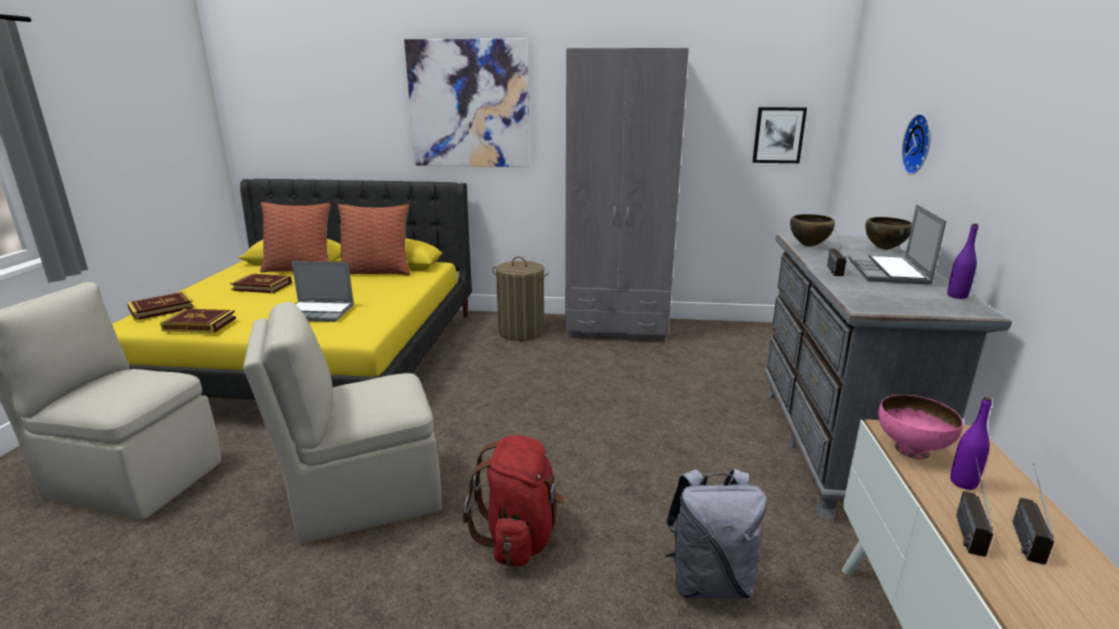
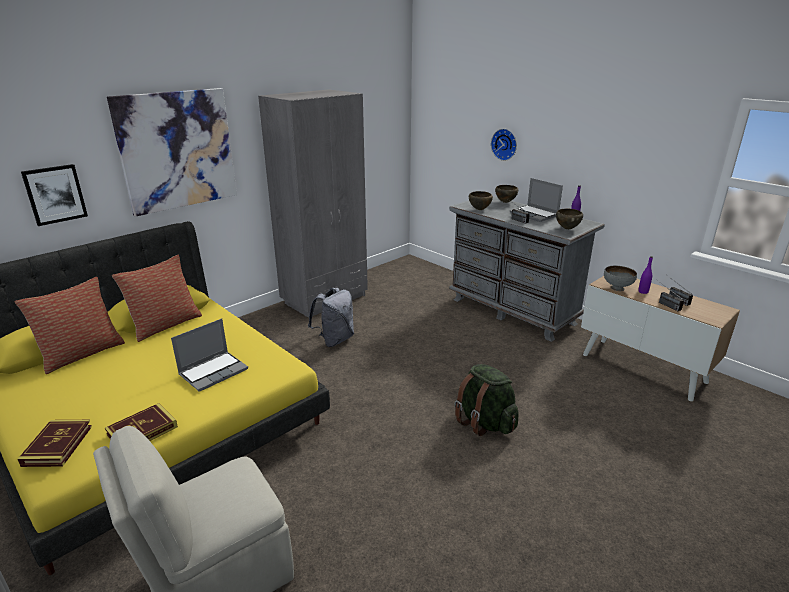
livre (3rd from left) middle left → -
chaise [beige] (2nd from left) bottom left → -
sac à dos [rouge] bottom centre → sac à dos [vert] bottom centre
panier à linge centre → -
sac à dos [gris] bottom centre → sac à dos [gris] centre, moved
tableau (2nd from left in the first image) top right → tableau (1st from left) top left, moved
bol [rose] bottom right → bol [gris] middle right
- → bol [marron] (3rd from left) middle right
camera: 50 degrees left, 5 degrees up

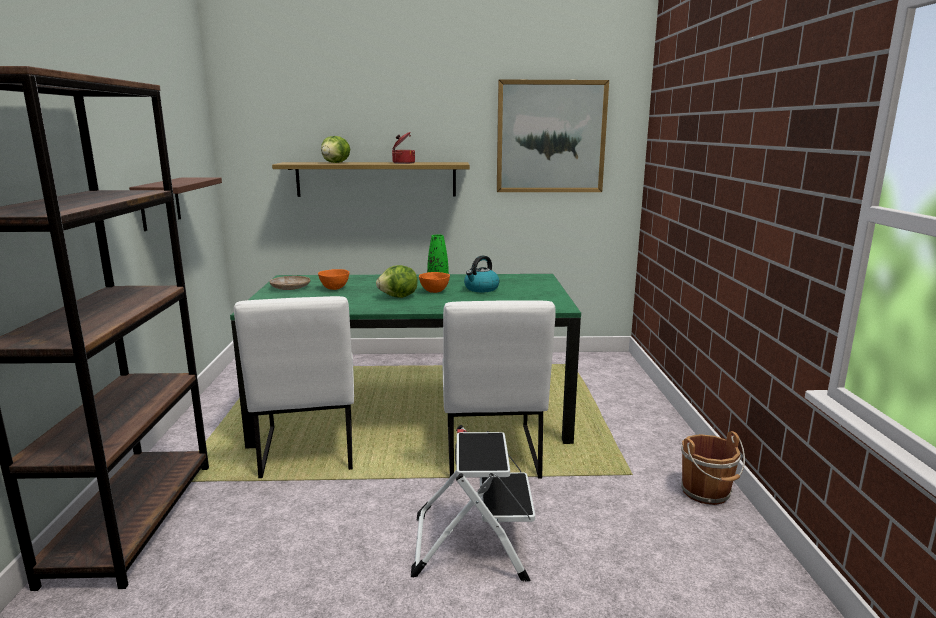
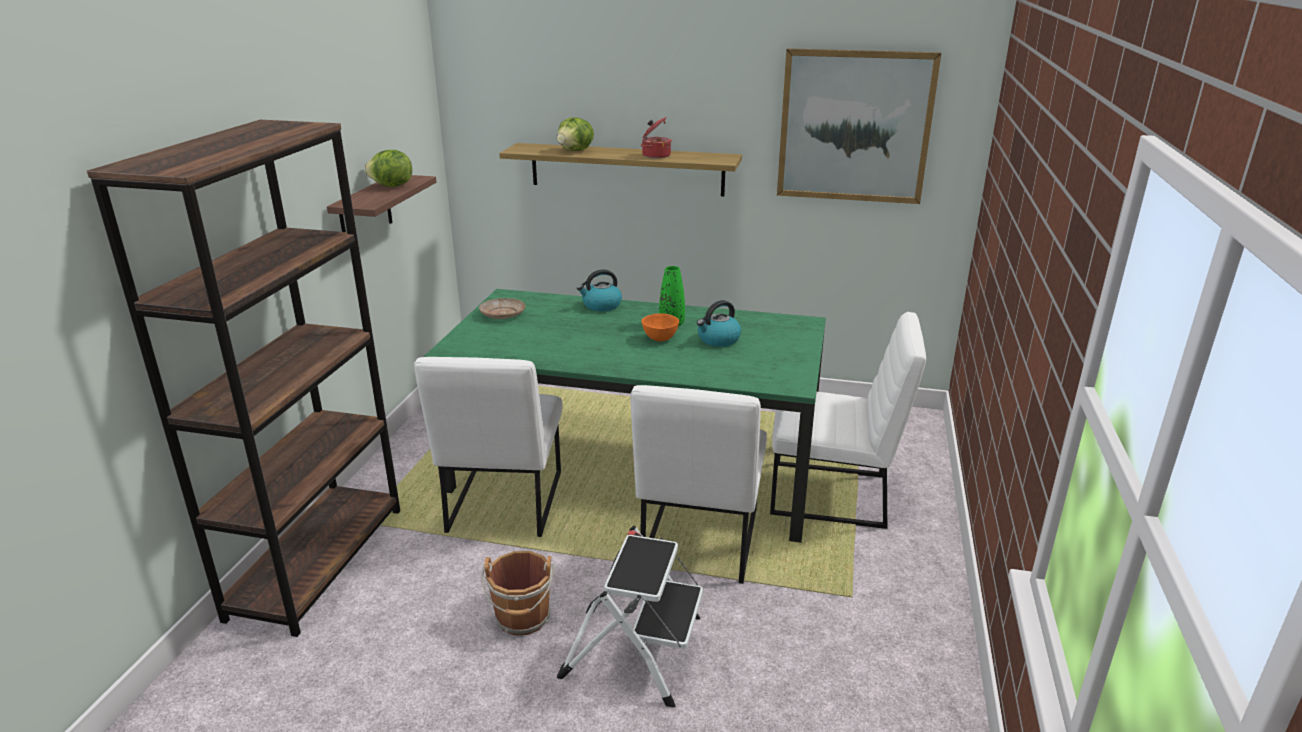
bol [orange] (1st from left) centre → -
laitue (2nd from left in the first image) centre → laitue (1st from left) top left, moved
seau [marron] bottom right → seau [marron] bottom centre, moved
- → bouilloire (1st from left) centre
- → chaise [blanc] (3rd from left) centre
camera: 15 degrees right, 10 degrees up

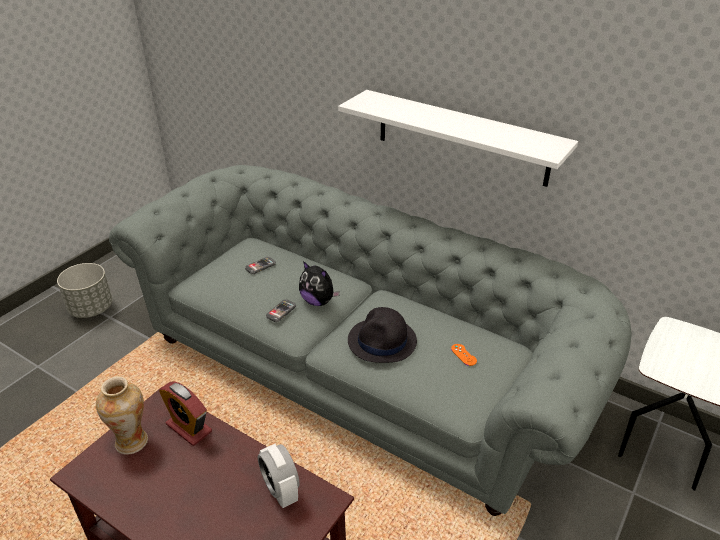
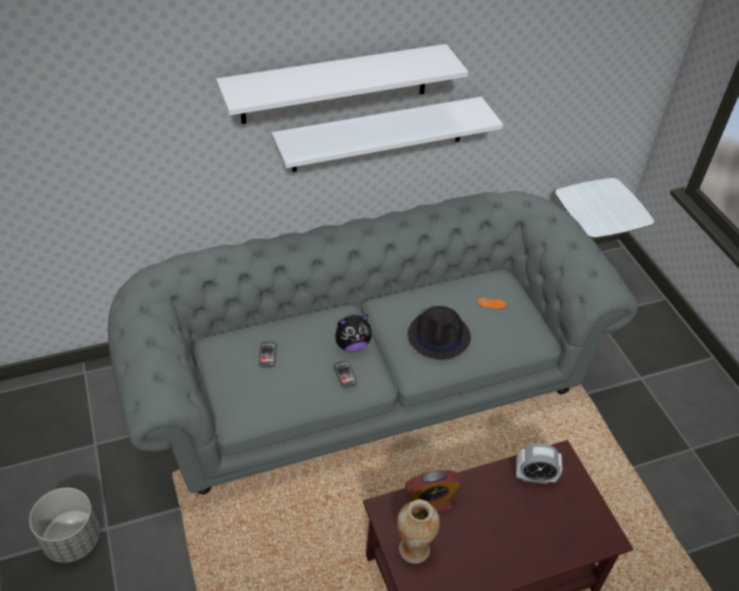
- → étagère [blanc] (1st from left) top centre
camera: 55 degrees left, 10 degrees up

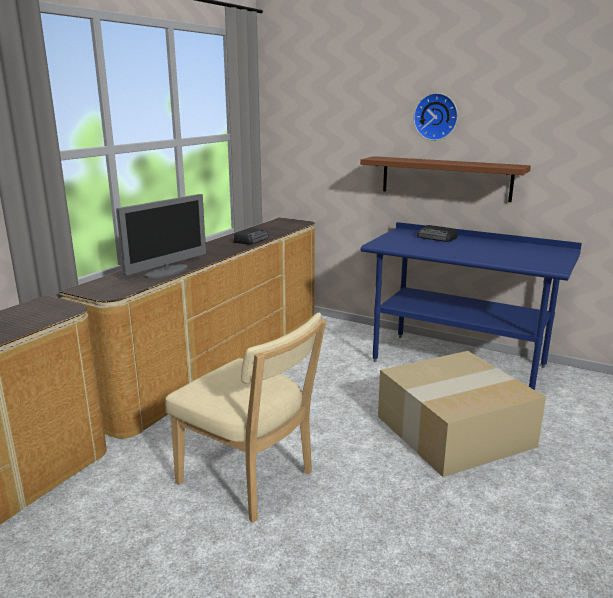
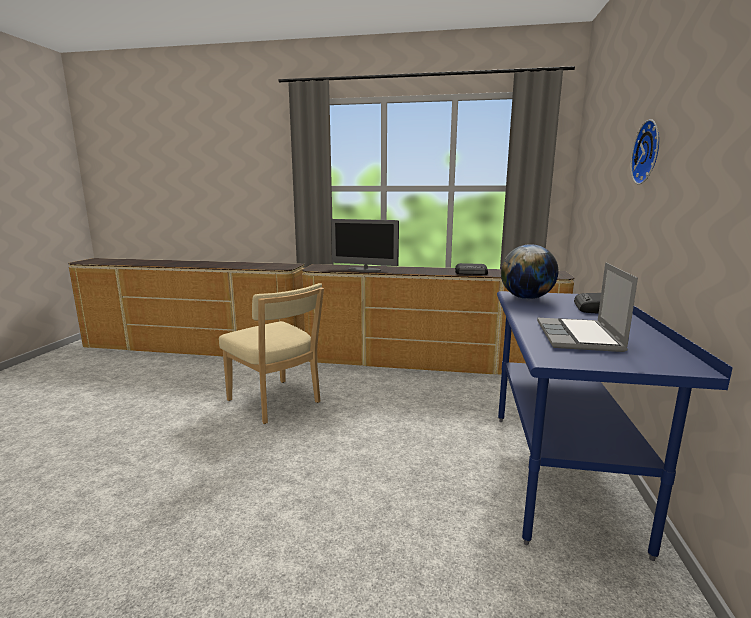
chaise [beige] bottom centre → chaise [beige] centre, 60 degrees counterclockwise
étagère [marron] top right → -
carton bottom right → -
- → globe middle right
- → ordinateur portable middle right
camera: 70 degrees right, 5 degrees down

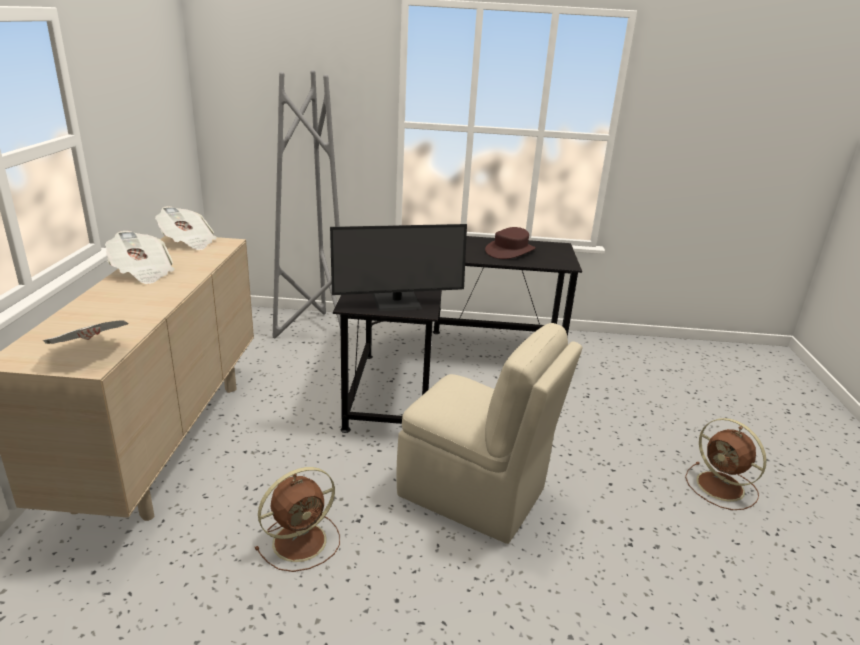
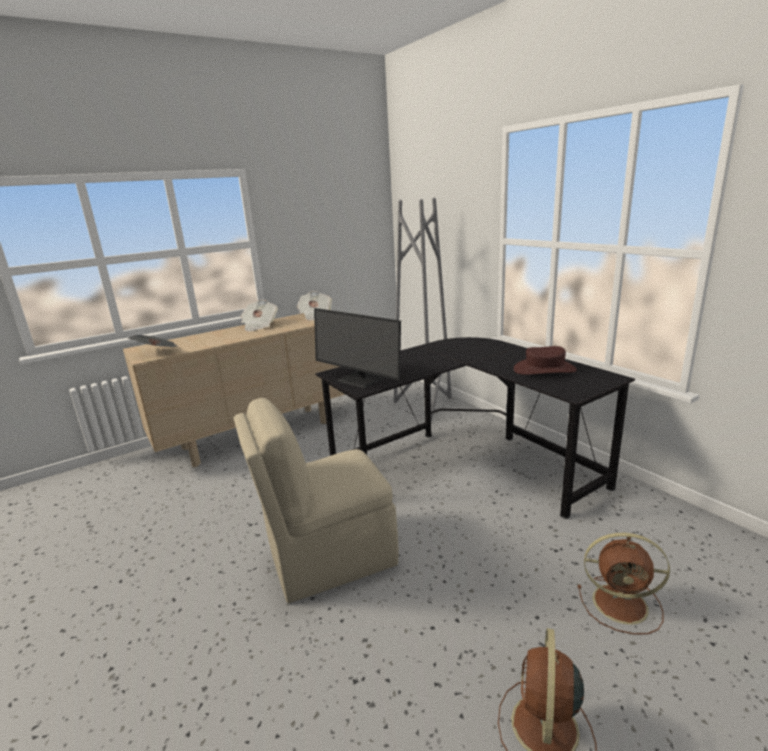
ventilateur [marron] (1st from left in the first image) bottom centre → ventilateur [marron] (2nd from left) bottom right, moved
chaise [beige] bottom centre → chaise [beige] centre, 75 degrees clockwise
camera: 55 degrees right, 5 degrees down

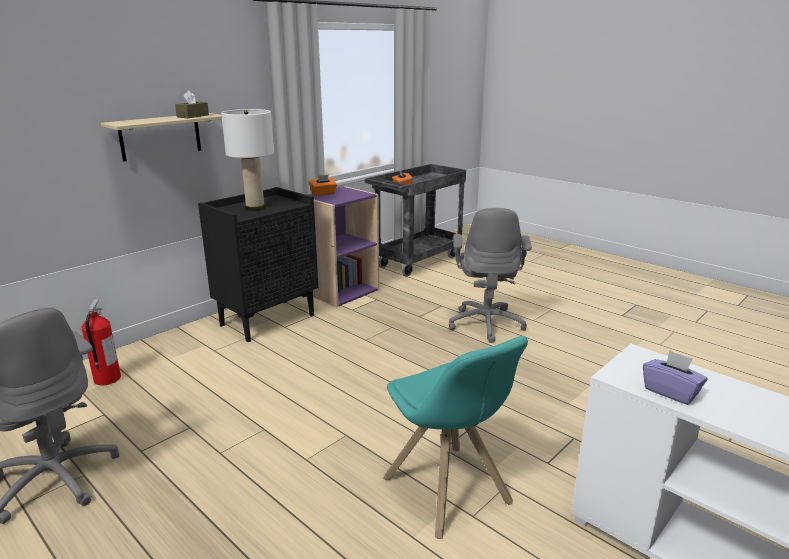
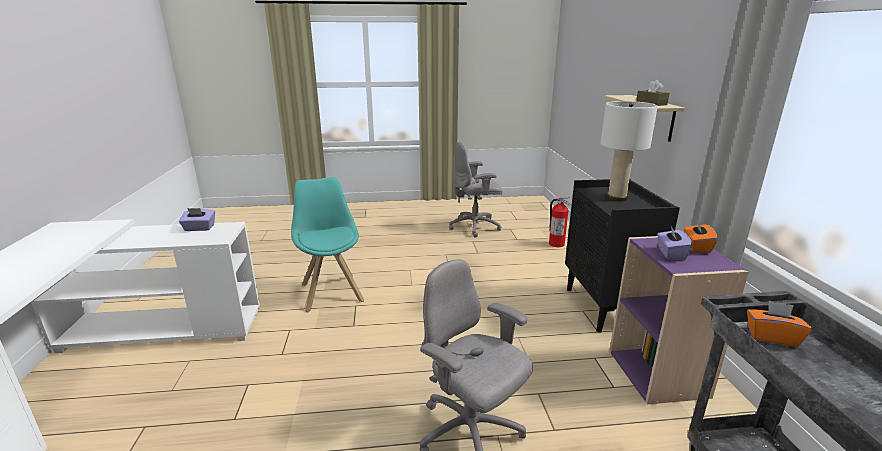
chaise [turquoise] bottom centre → chaise [turquoise] centre, 60 degrees clockwise
- → boîte à mouchoirs [violet] (2nd from left) middle right
camera: 130 degrees right, 0 degrees up

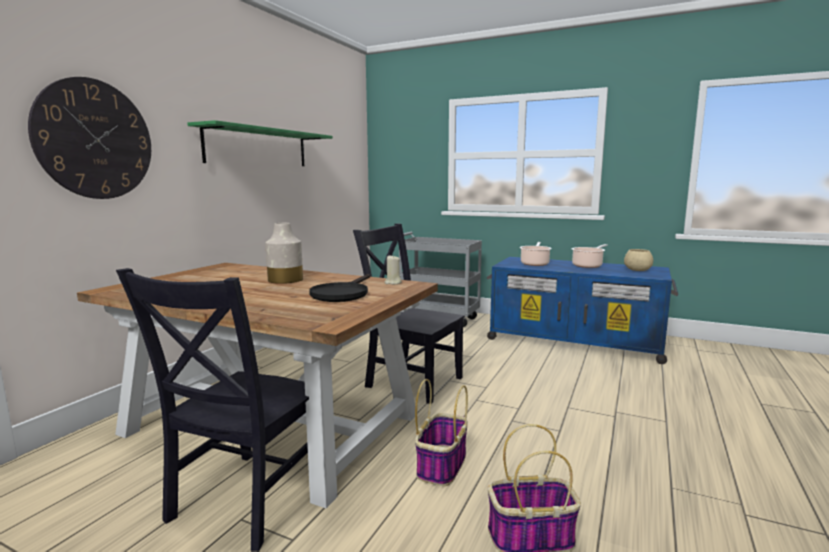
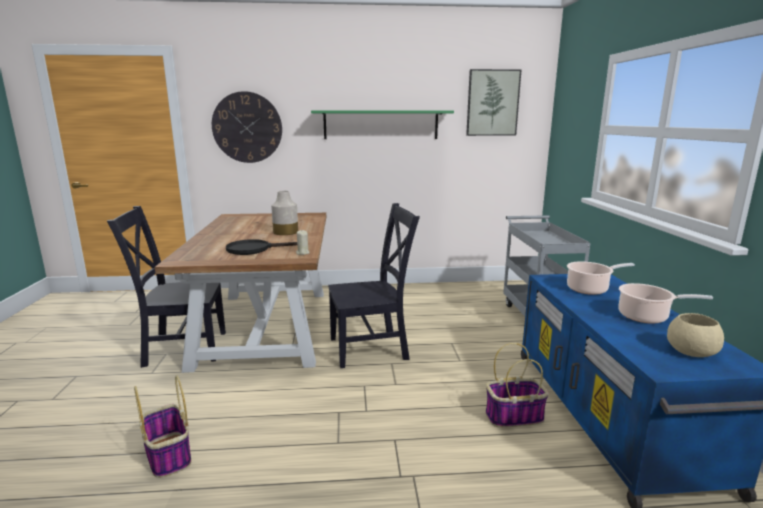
chaise [noir] (2nd from left) centre, 75 degrees clockwise
panier (1st from left in the first image) bottom centre → panier (2nd from left) bottom right, moved
- → tableau top centre
camera: 60 degrees right, 5 degrees up

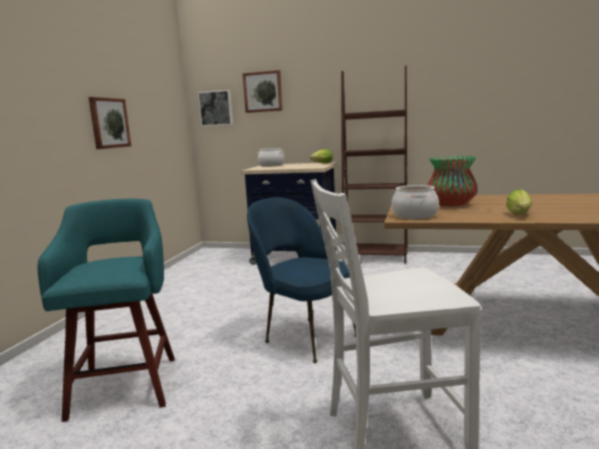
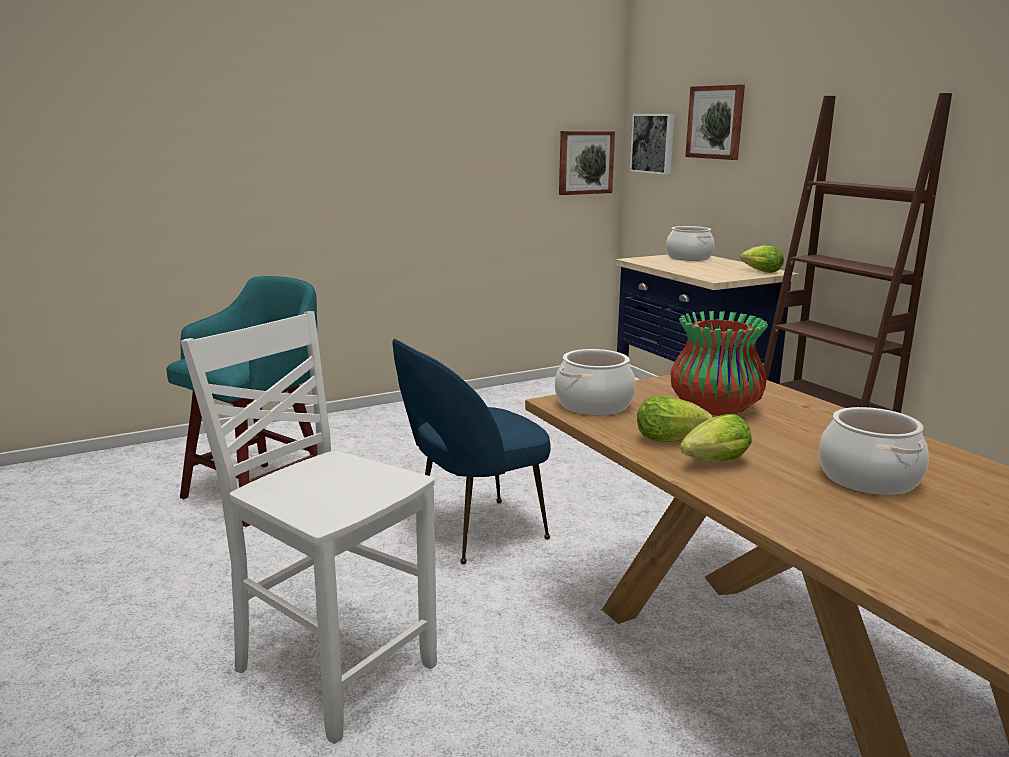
tableau (1st from left) top left → tableau (1st from left) top centre, moved
chaise [bleu] centre, 120 degrees counterclockwise
- → laitue (1st from left) middle right
- → marmite (3rd from left) middle right
camera: 45 degrees right, 5 degrees up

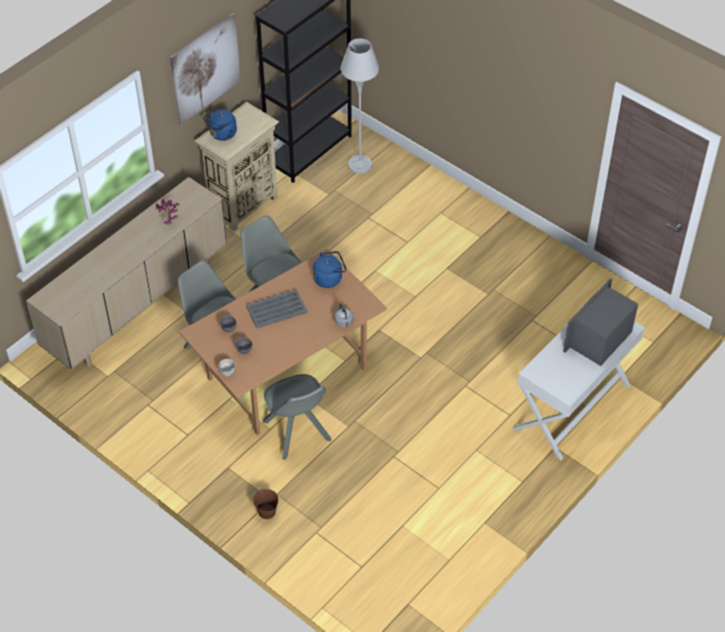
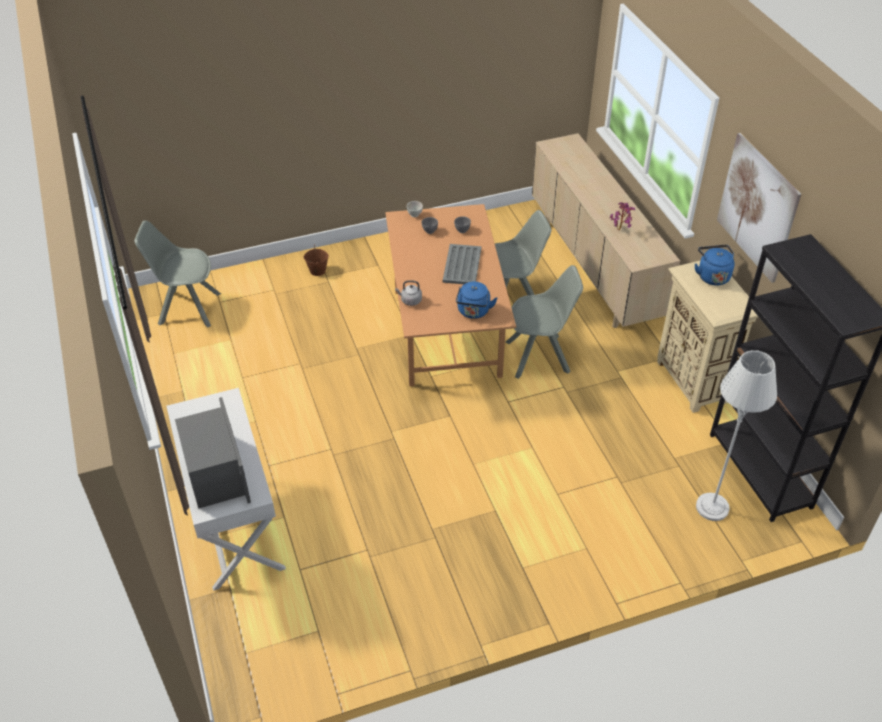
chaise [gris] (3rd from left in the first image) centre → chaise [gris] (1st from left) middle left, moved
camera: 120 degrees right, 5 degrees down

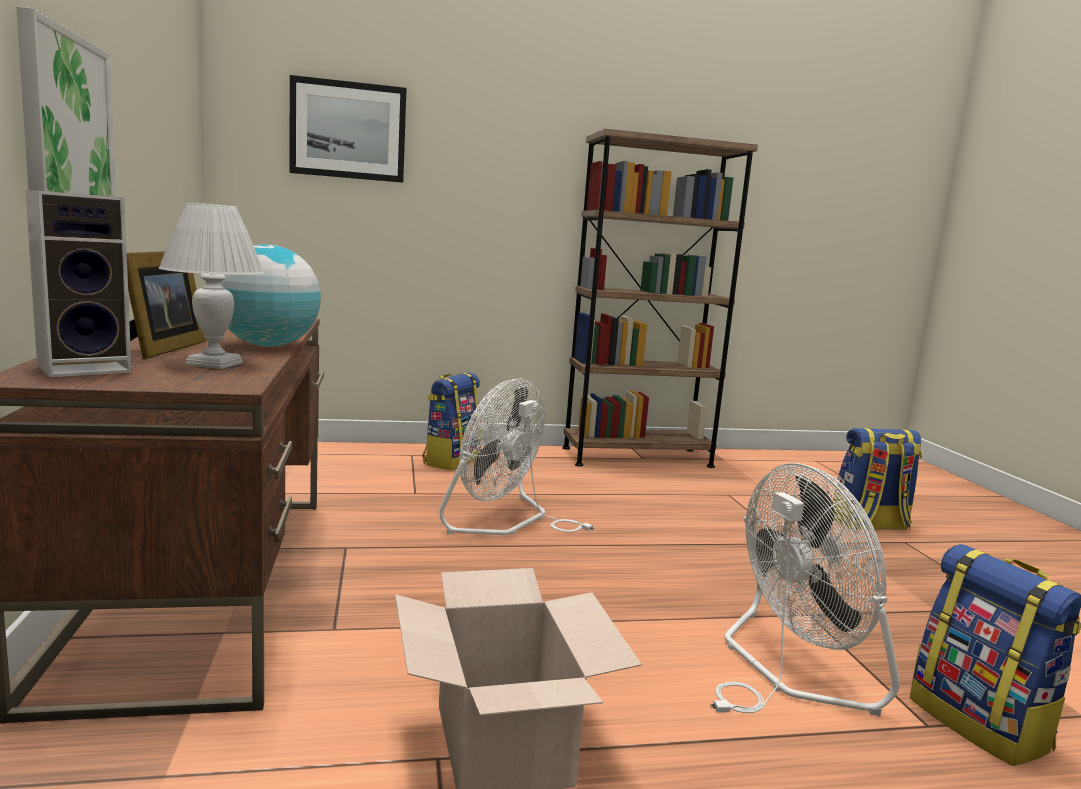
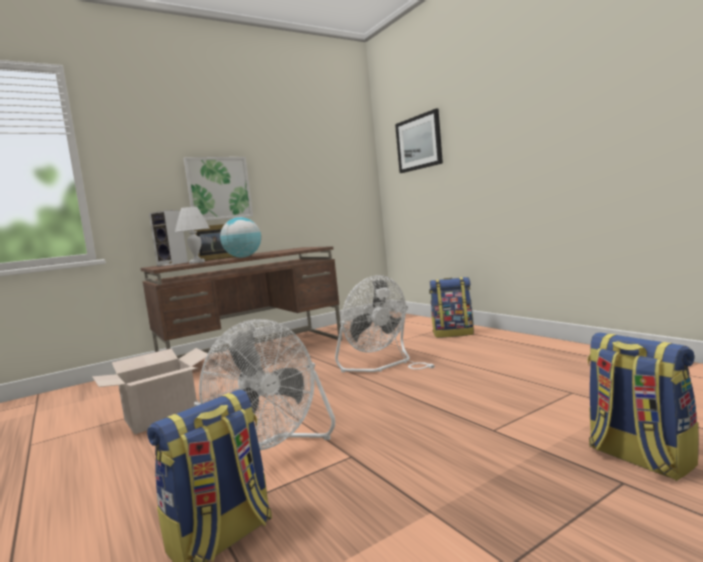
ventilateur [blanc] (1st from left in the first image) centre → ventilateur [blanc] (2nd from left) centre, 45 degrees counterclockwise
bibliothèque [marron] centre → -
camera: 70 degrees right, 5 degrees down

